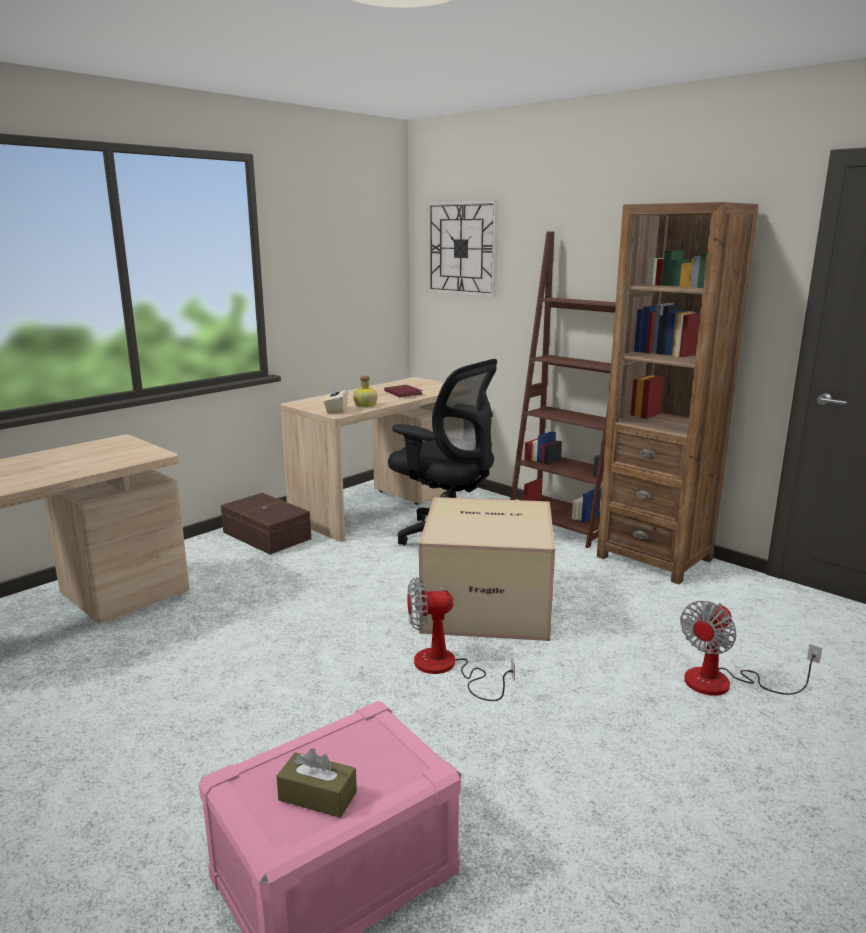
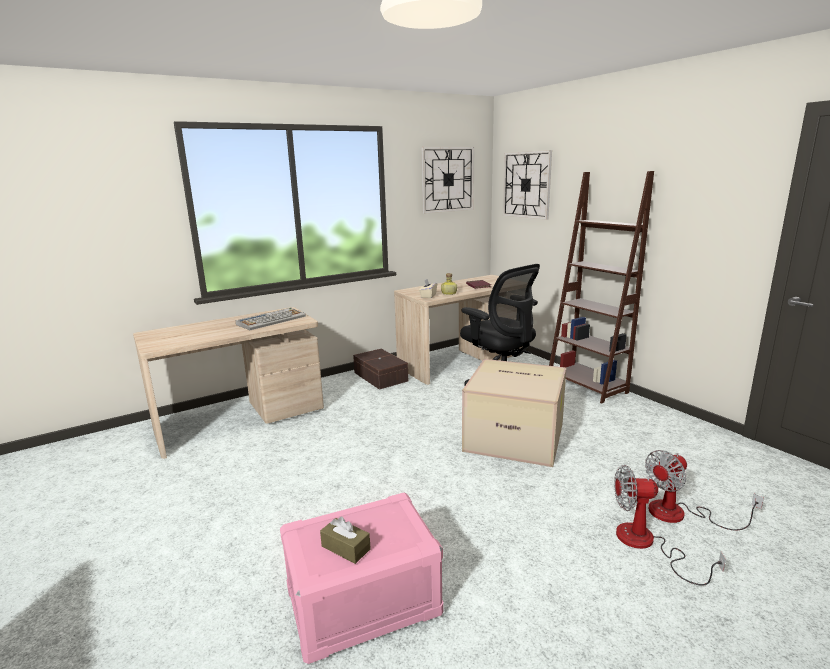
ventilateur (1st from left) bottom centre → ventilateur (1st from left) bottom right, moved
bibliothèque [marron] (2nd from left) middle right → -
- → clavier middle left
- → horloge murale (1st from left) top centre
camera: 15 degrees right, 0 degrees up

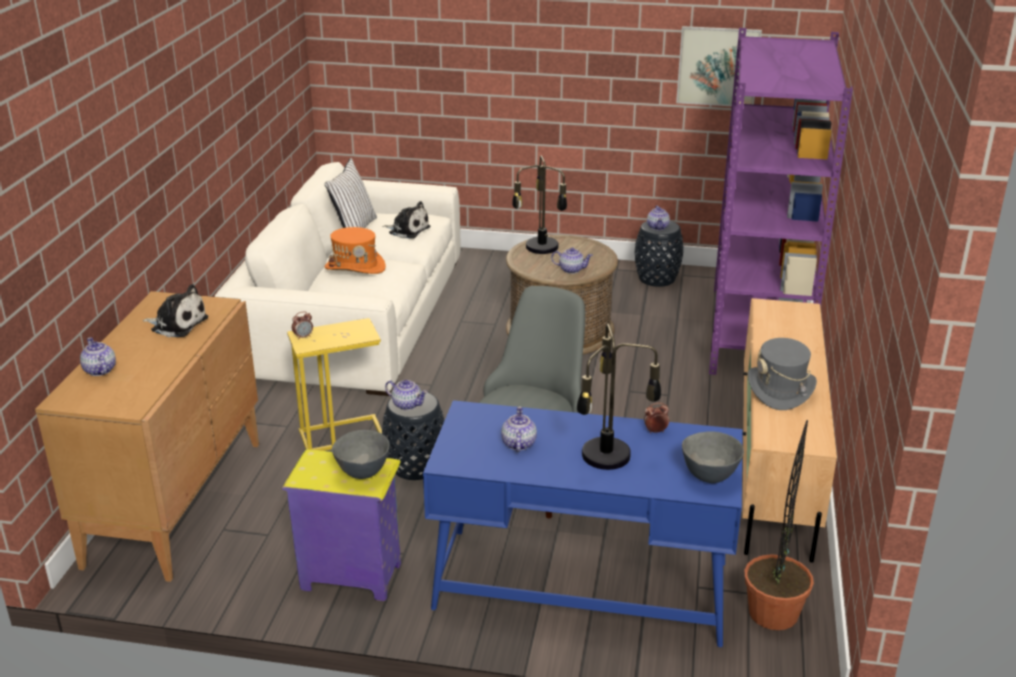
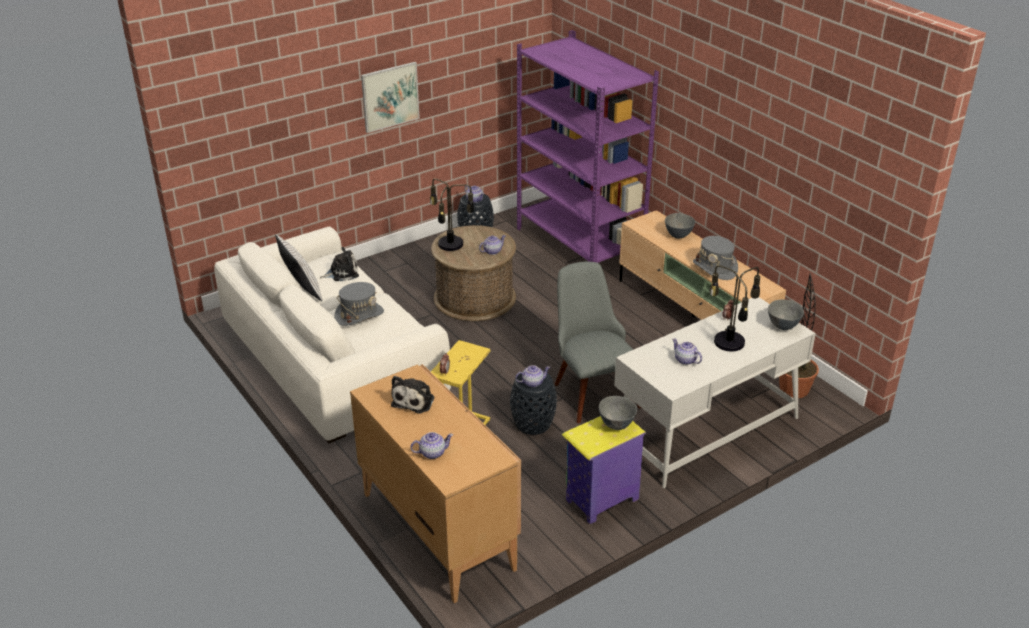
théière (1st from left) middle left → théière (1st from left) bottom centre, 150 degrees clockwise
peluche (1st from left in the first image) middle left → peluche (2nd from left) centre, 135 degrees clockwise
chapeau [orange] centre → chapeau [gris] (1st from left) centre
bureau [bleu] bottom centre → bureau [blanc] middle right
tableau top right → tableau top centre, moved
- → bol [gris] (2nd from left) centre
camera: 45 degrees left, 5 degrees up

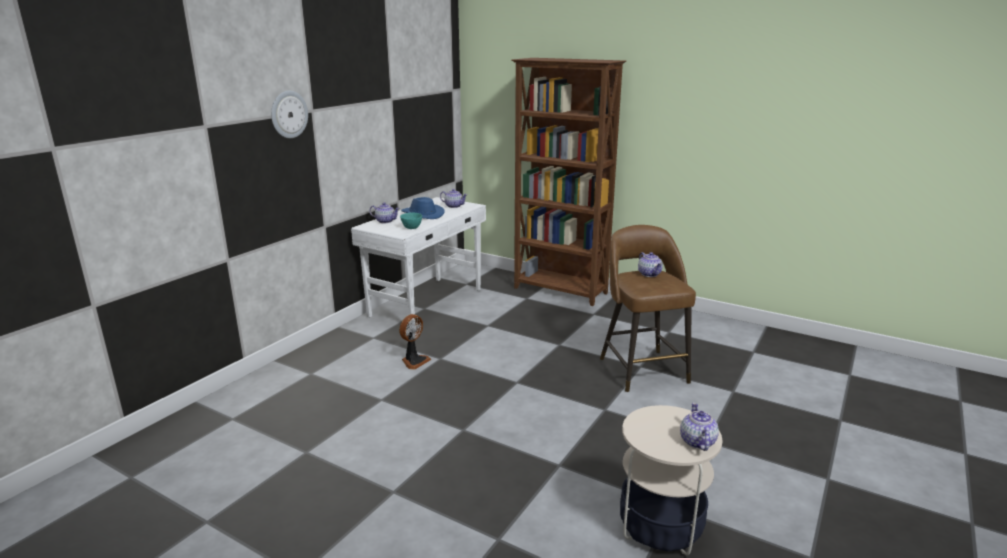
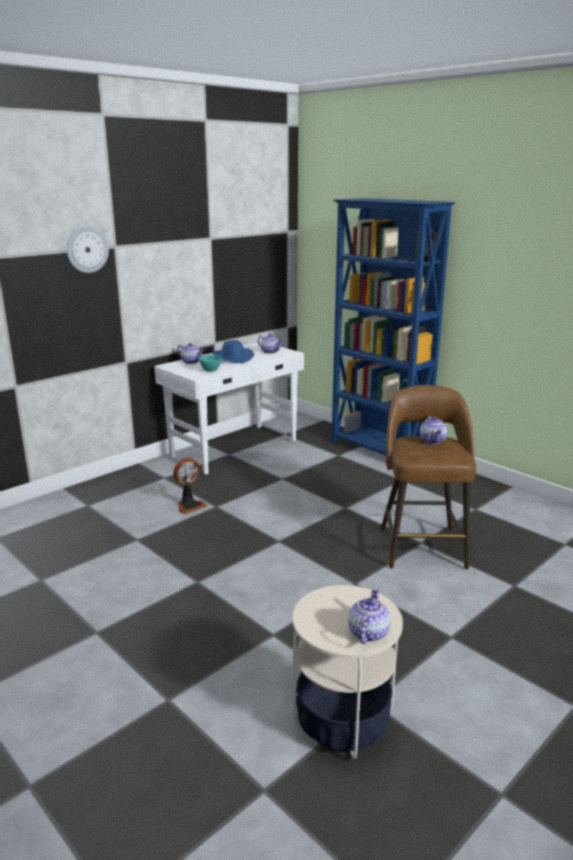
bibliothèque [marron] top centre → bibliothèque [bleu] middle right
camera: 15 degrees right, 0 degrees up

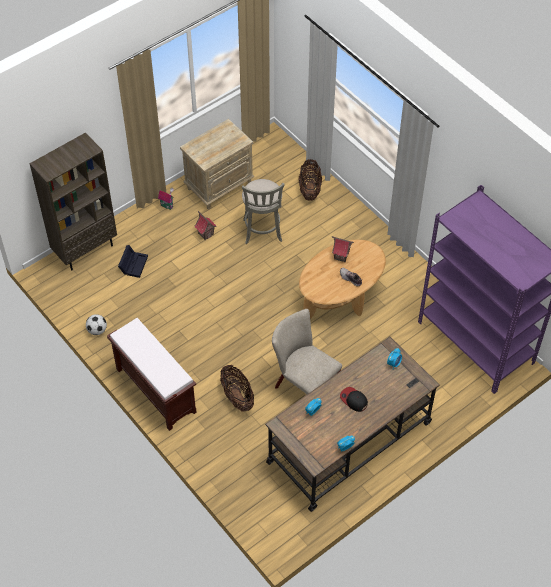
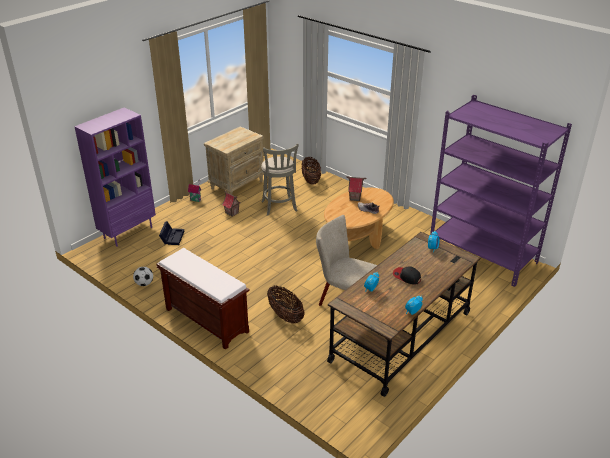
bibliothèque [marron] middle left → bibliothèque [violet] (1st from left) middle left
camera: 10 degrees left, 20 degrees down

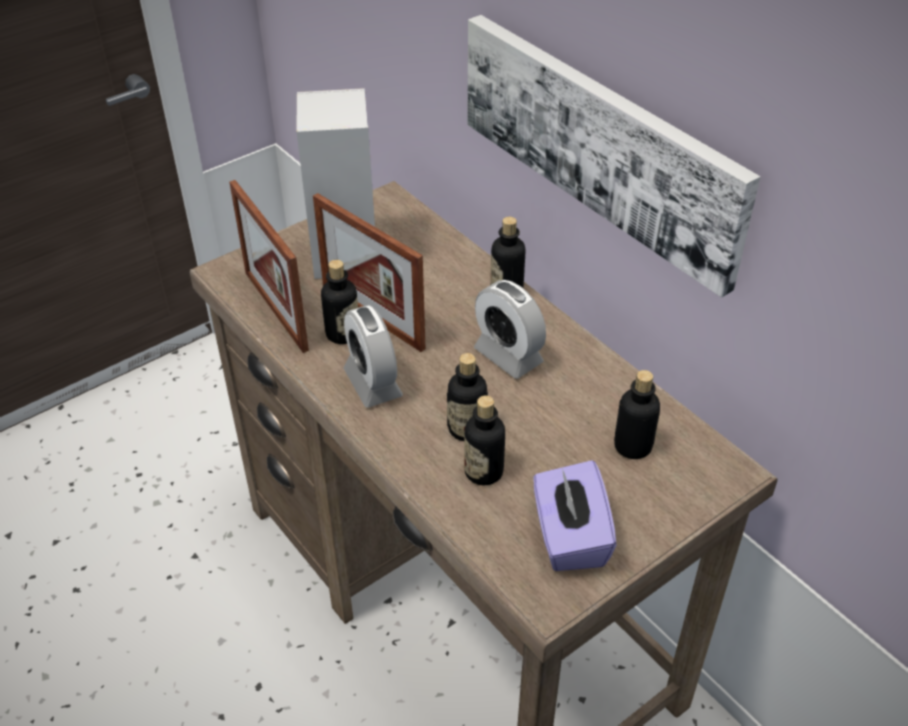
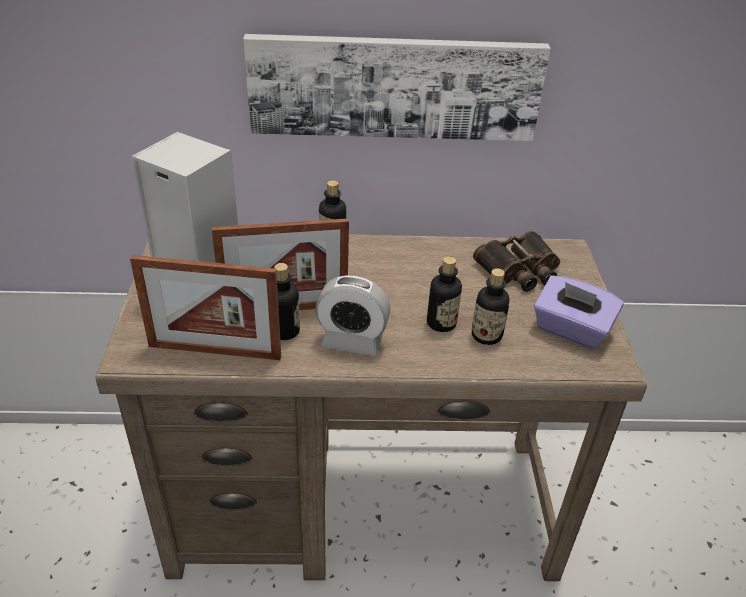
réveil (2nd from left) centre → -
bouteille (5th from left) middle right → jumelles middle right
camera: 55 degrees left, 5 degrees down

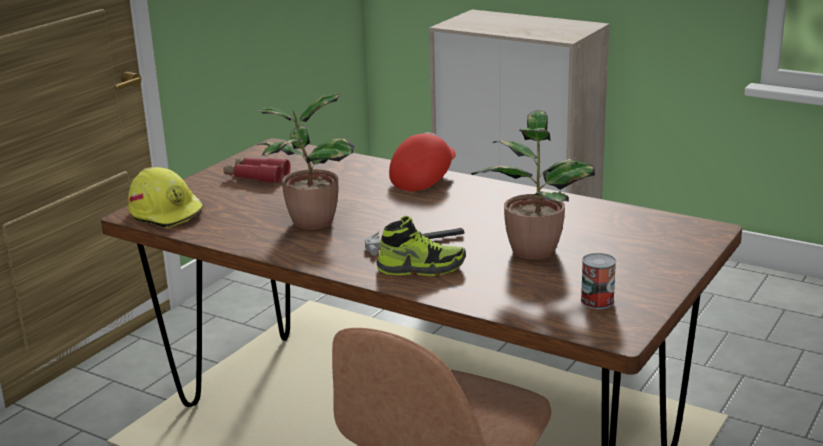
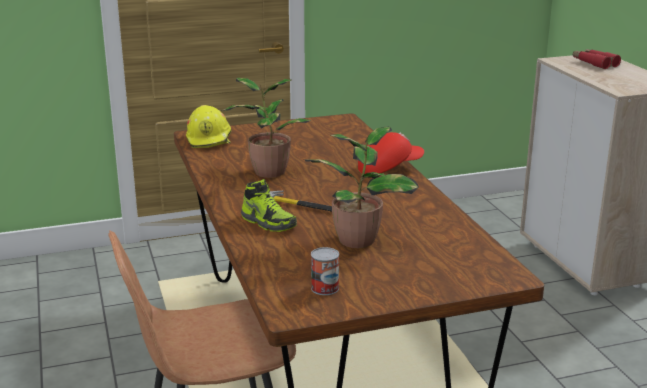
jumelles [rouge] middle left → jumelles [rouge] top right, moved
camera: 40 degrees right, 0 degrees up

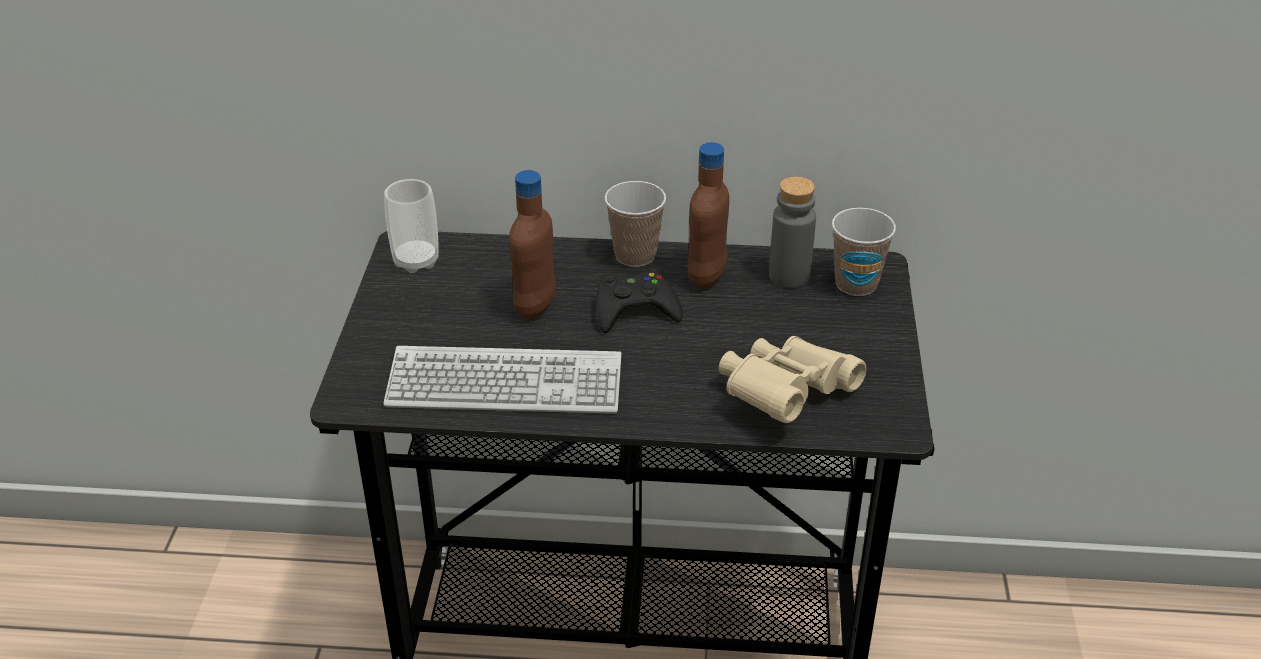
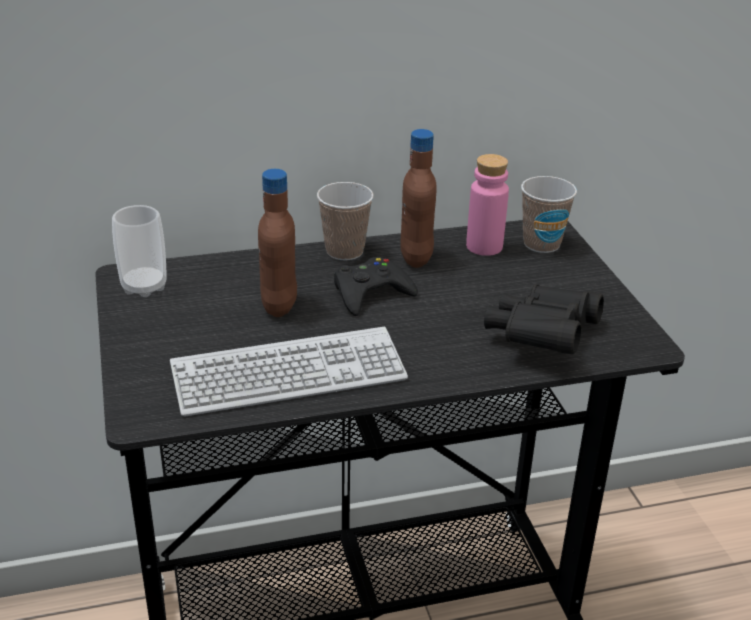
jumelles [beige] centre → jumelles [noir] middle right
bouteille [gris] centre → bouteille [rose] top centre
camera: 20 degrees left, 5 degrees down

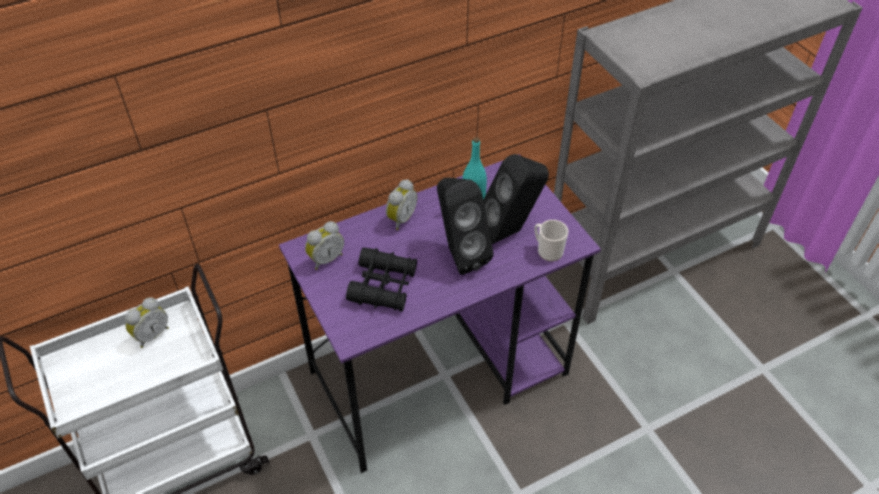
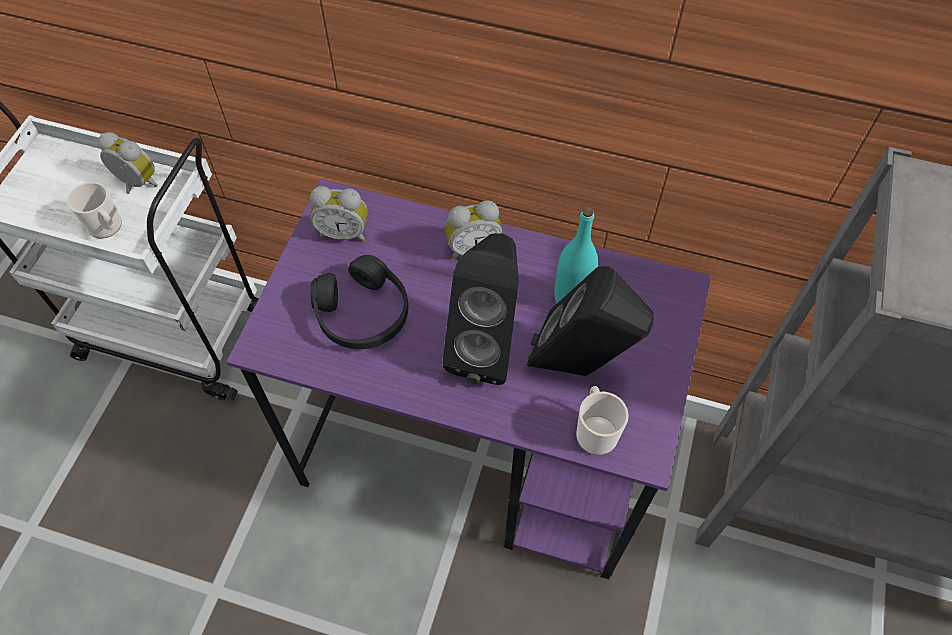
réveil (1st from left) middle left → réveil (1st from left) top left, 150 degrees counterclockwise
jumelles [noir] centre → casque audio [noir] centre
- → mug (1st from left) top left
camera: 45 degrees right, 10 degrees up

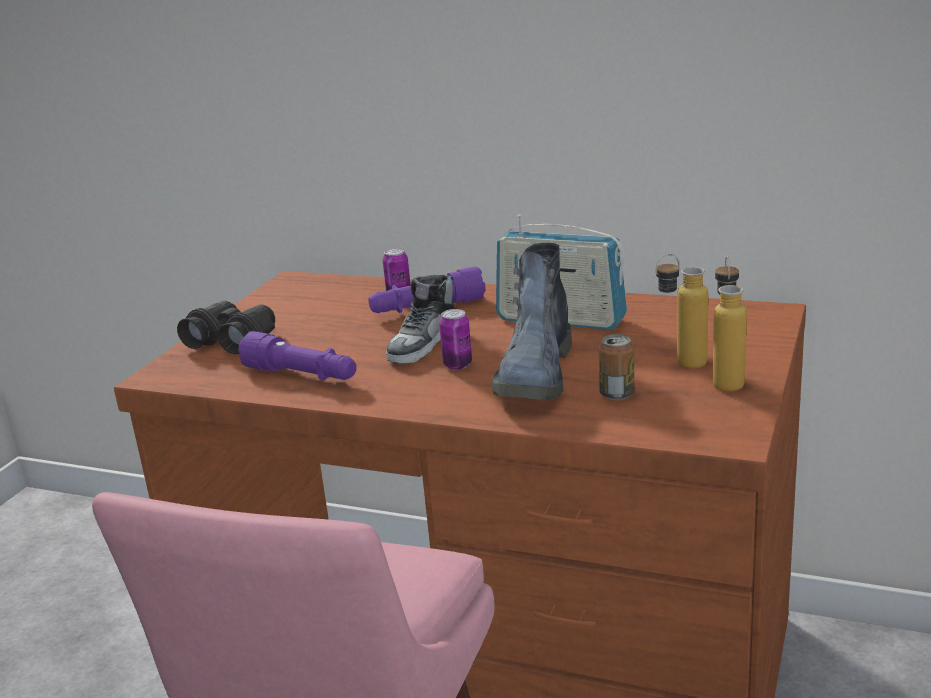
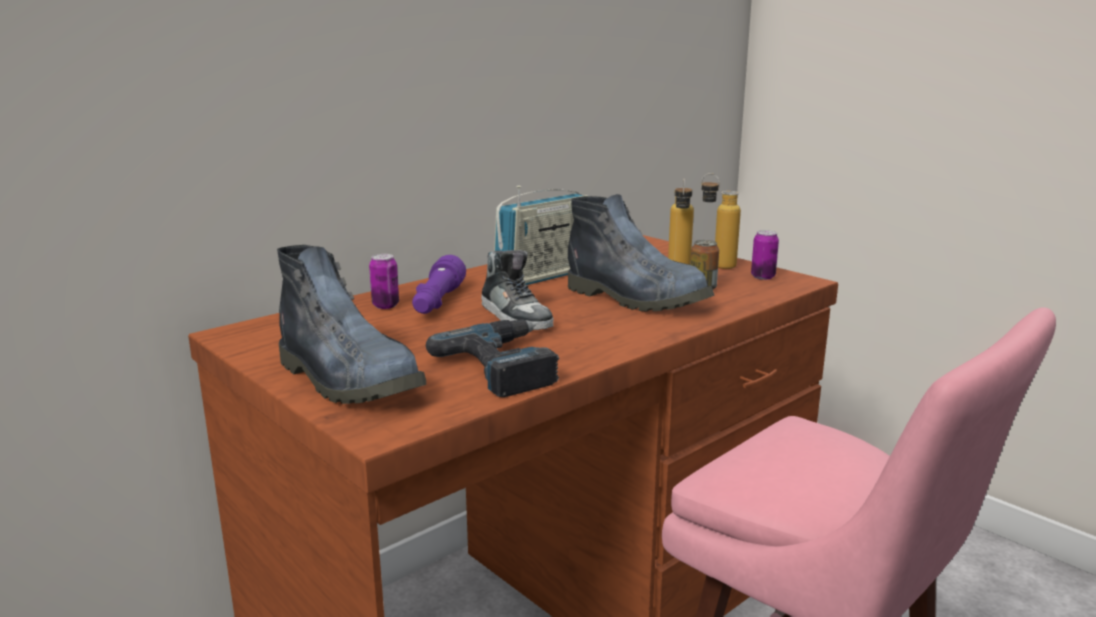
jumelles [noir] middle left → botte (1st from left) middle left
lampe de poche [violet] (1st from left) middle left → perceuse centre
boîte métallique (2nd from left in the first image) centre → boîte métallique (3rd from left) middle right, moved
camera: 65 degrees left, 5 degrees down

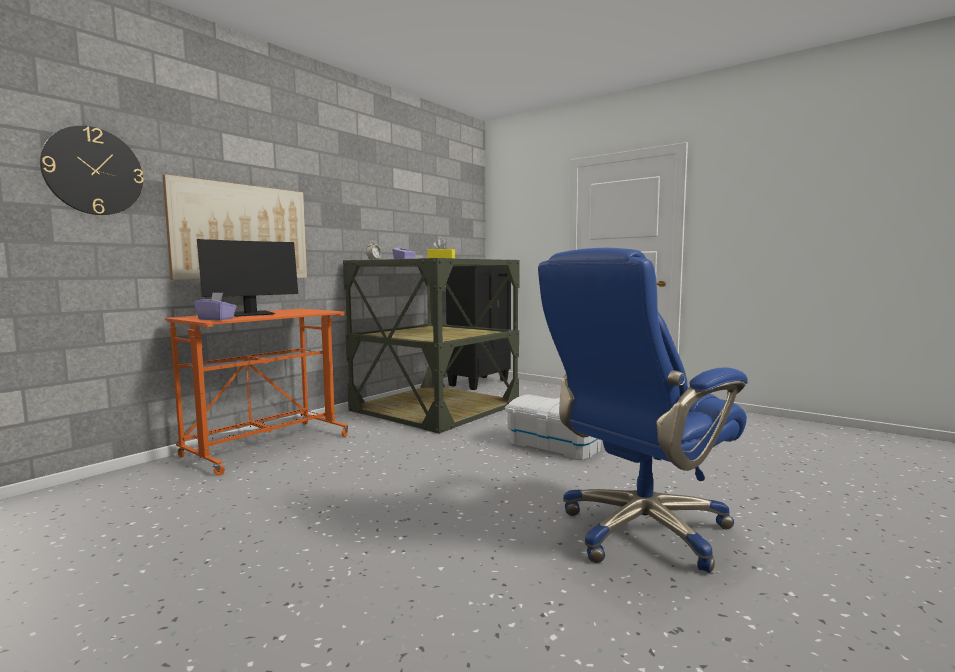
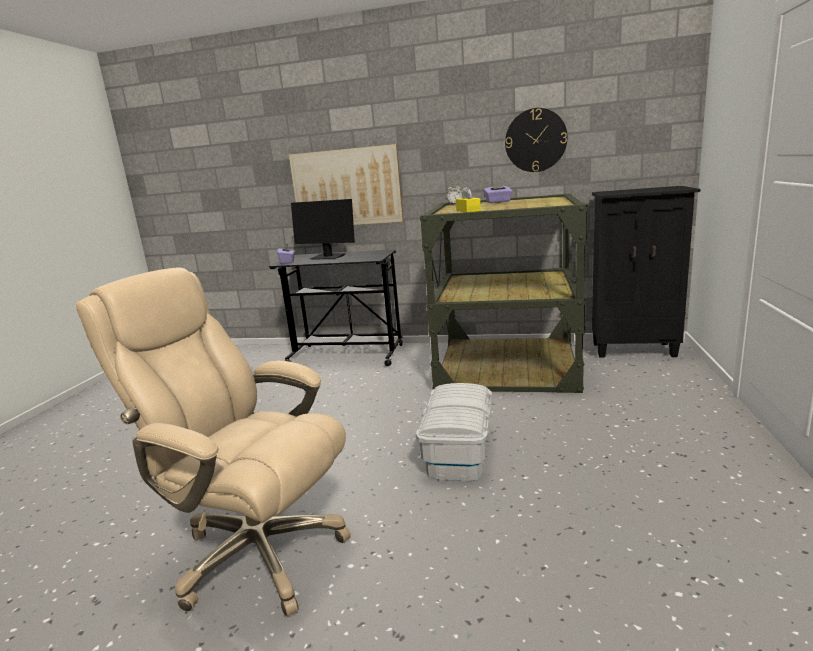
horloge murale top left → horloge murale top centre, moved
bureau [orange] middle left → bureau [noir] centre
chaise de bureau [bleu] middle right → chaise de bureau [beige] bottom left
camera: 65 degrees right, 10 degrees up

